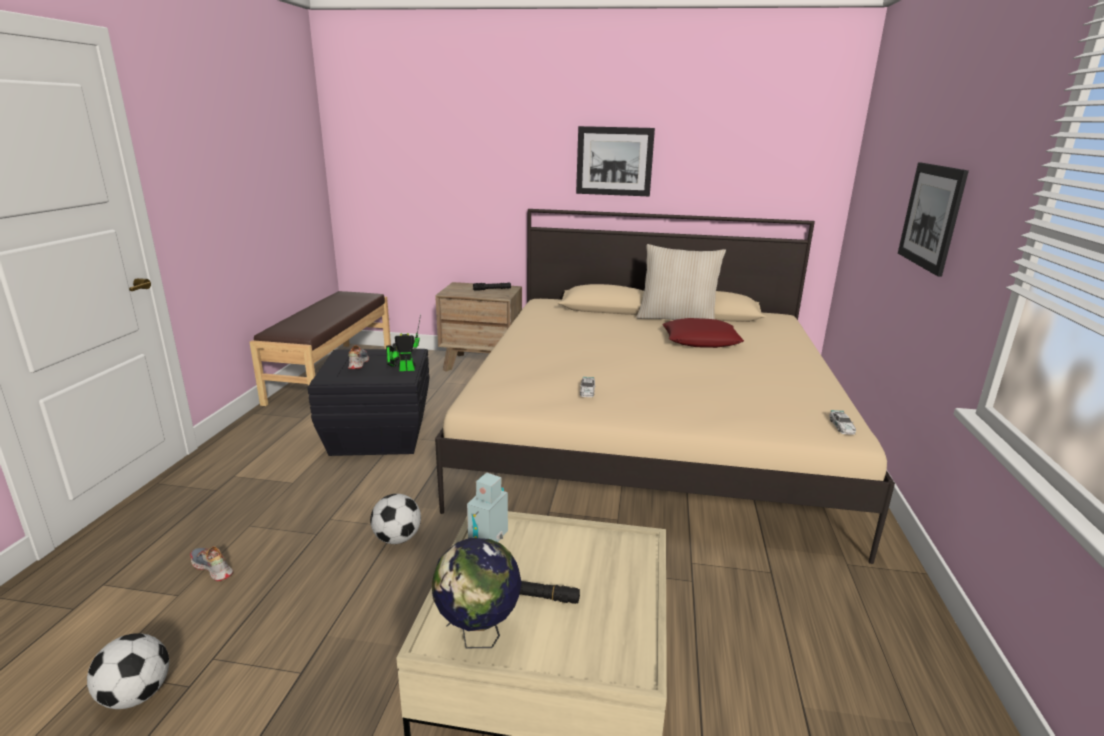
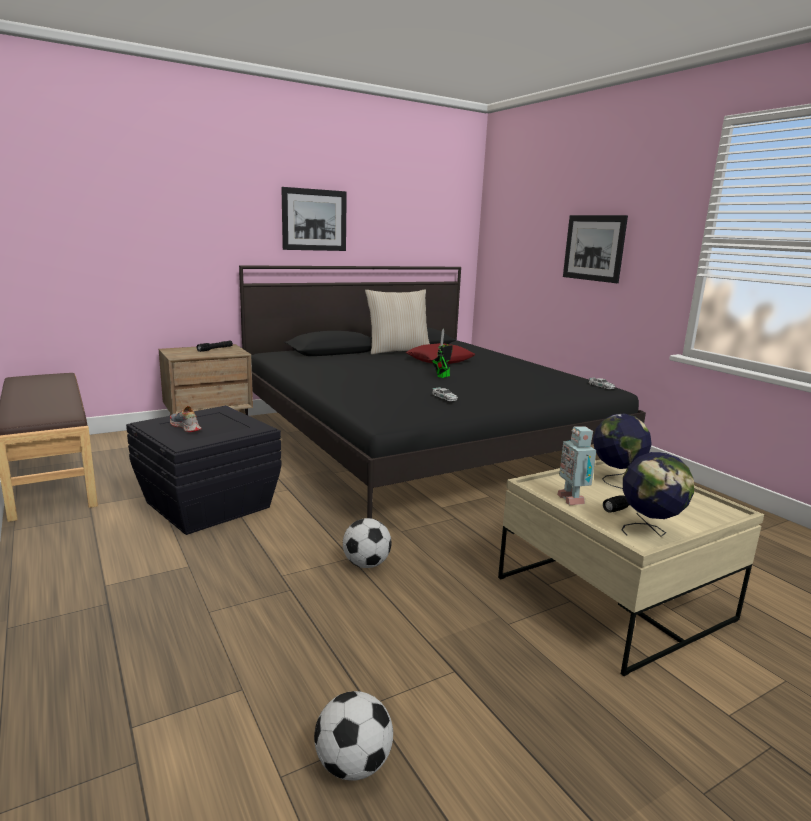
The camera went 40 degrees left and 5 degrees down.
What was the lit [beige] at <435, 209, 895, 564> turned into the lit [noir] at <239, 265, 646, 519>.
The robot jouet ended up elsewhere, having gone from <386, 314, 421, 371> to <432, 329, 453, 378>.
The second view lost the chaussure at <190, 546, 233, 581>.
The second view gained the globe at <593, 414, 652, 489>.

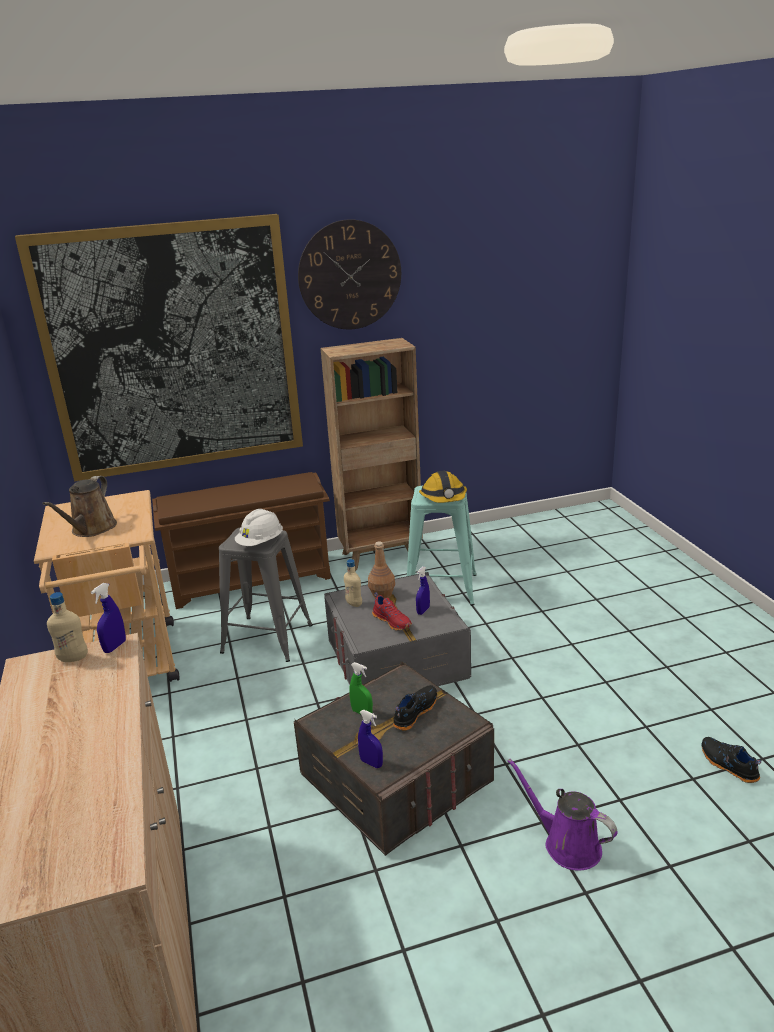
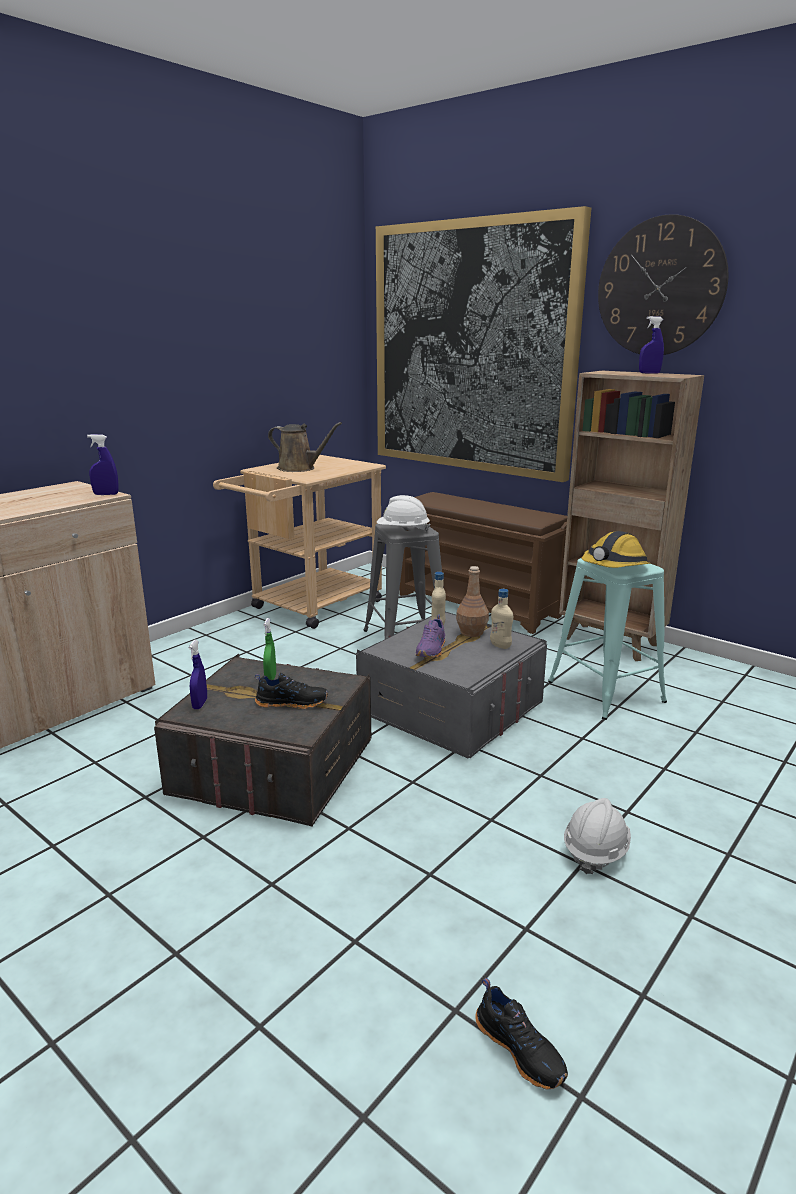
The camera went 55 degrees right and 5 degrees down.
The arrosoir [marron] at <42, 476, 117, 537> ended up facing another way, 135 degrees counterclockwise from before.
The vaporisateur [bleu] ended up elsewhere, having gone from <416, 566, 430, 615> to <639, 316, 664, 374>.
The bouteille [beige] ended up elsewhere, having gone from <47, 592, 88, 662> to <490, 589, 513, 649>.
What was the chaussure [rouge] at <372, 592, 412, 631> turned into the chaussure [violet] at <415, 615, 445, 658>.
The chaussure [noir] at <702, 737, 761, 783> ended up facing another way, 120 degrees clockwise from before.
The second view lost the arrosoir [violet] at <508, 758, 618, 870>.
The second view gained the casque de chantier [blanc] at <564, 798, 631, 874>.

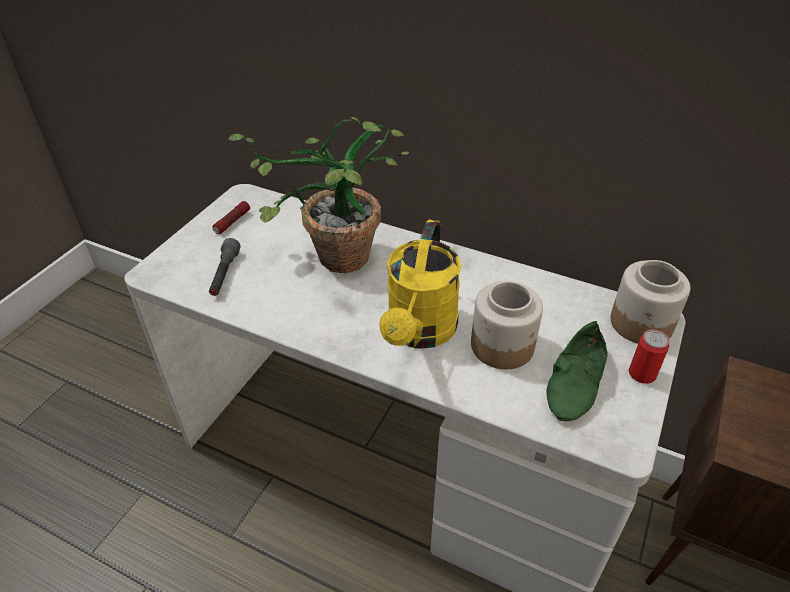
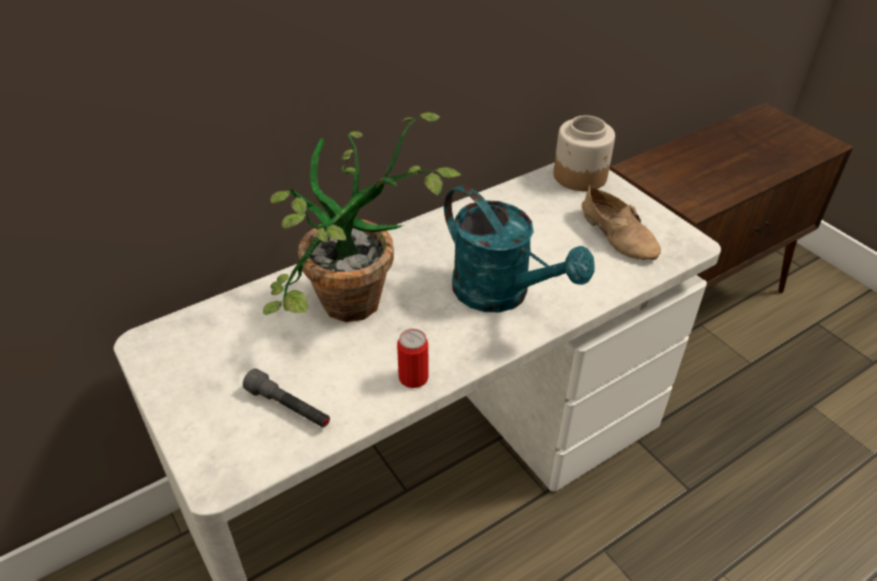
The camera went 60 degrees left and 0 degrees up.
The second view lost the lampe de poche at <213, 201, 250, 234>.
What was the arrosoir [jaune] at <379, 219, 461, 349> turned into the arrosoir [turquoise] at <444, 185, 594, 312>.
The second view lost the bocal at <471, 281, 543, 369>.
What was the chaussure [vert] at <546, 321, 608, 422> turned into the chaussure [beige] at <582, 185, 661, 260>.
The boîte métallique ended up elsewhere, having gone from <629, 330, 669, 384> to <397, 329, 429, 388>.

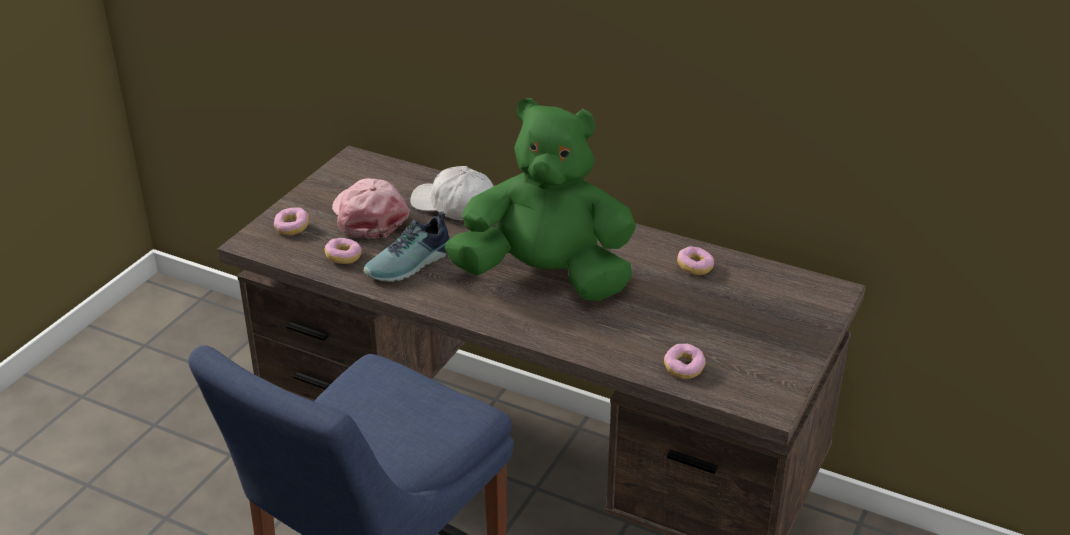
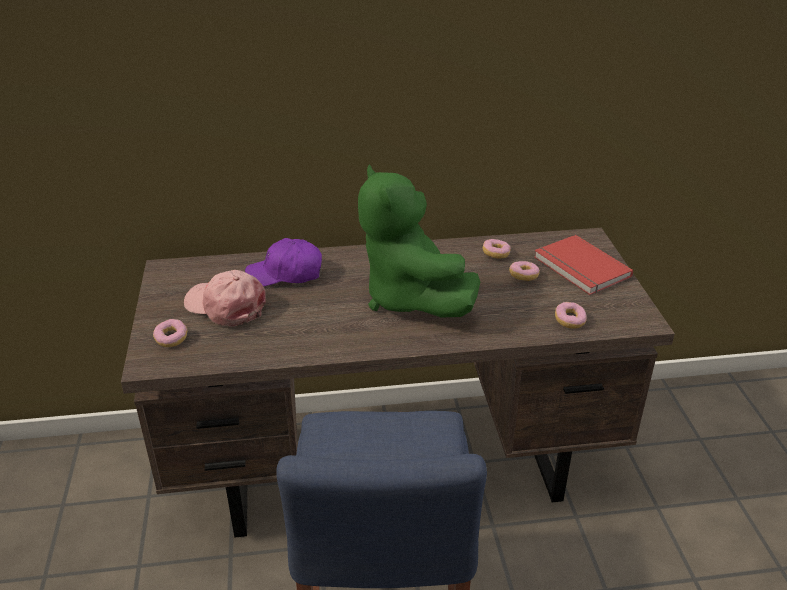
The camera went 35 degrees left and 0 degrees up.
The peluche [vert] at <445, 98, 636, 301> ended up facing another way, 90 degrees counterclockwise from before.
What was the casquette [blanc] at <410, 166, 494, 221> turned into the casquette [violet] at <245, 238, 322, 287>.
The second view lost the chaussure at <363, 212, 450, 282>.
The beignet ended up elsewhere, having gone from <325, 238, 362, 264> to <509, 261, 540, 281>.
The second view gained the livre [rouge] at <534, 235, 633, 295>.

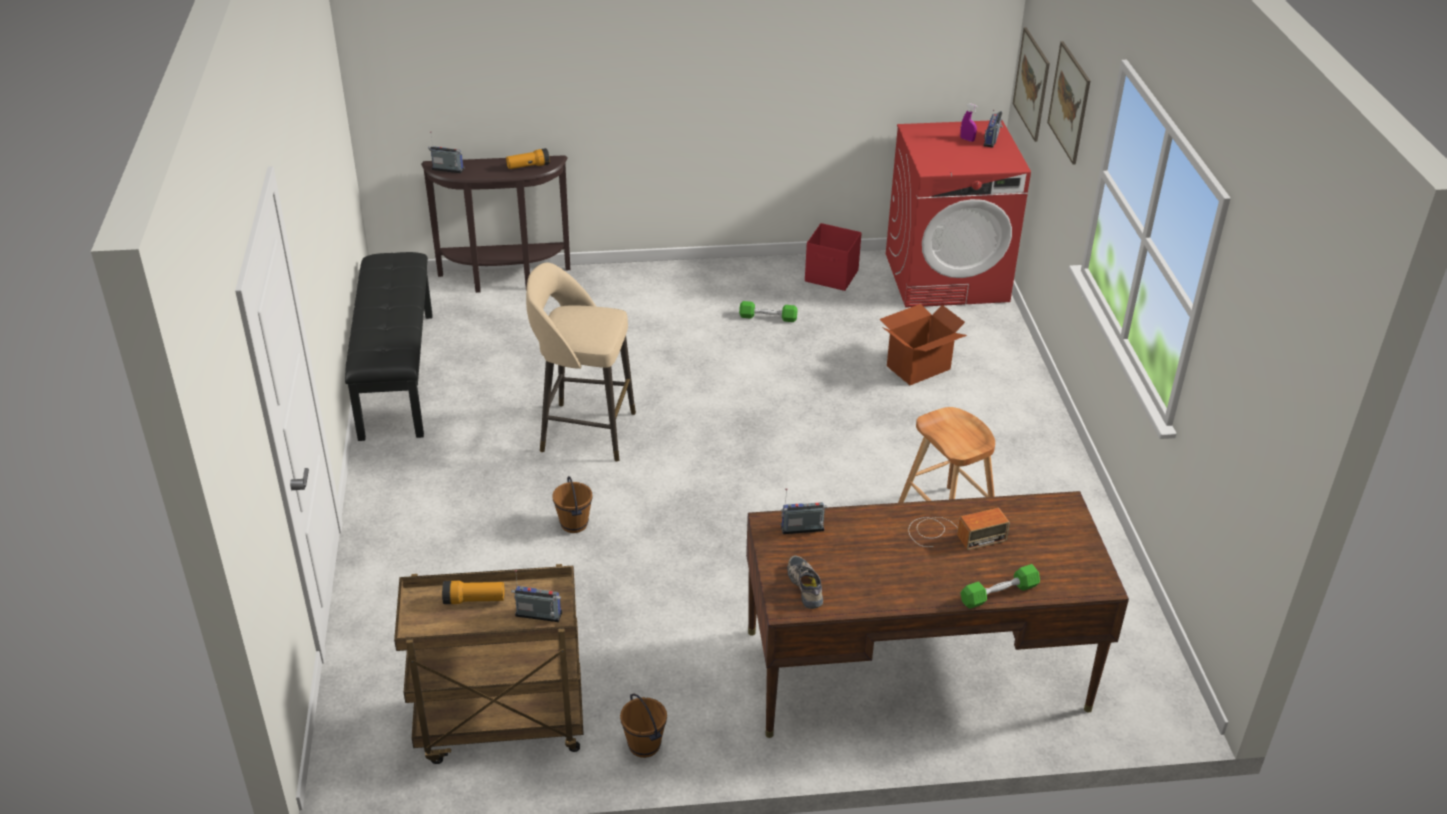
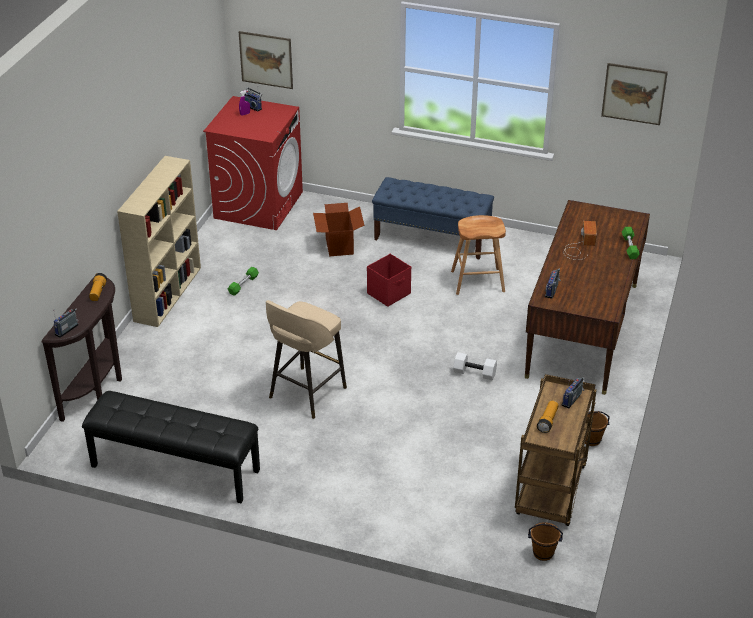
The camera went 65 degrees left and 0 degrees up.
The tableau ended up elsewhere, having gone from <1047, 41, 1090, 165> to <601, 63, 668, 125>.
The boîte de rangement [rouge] ended up elsewhere, having gone from <805, 223, 862, 291> to <367, 254, 411, 307>.
The seau [marron] ended up elsewhere, having gone from <552, 476, 593, 533> to <528, 522, 563, 561>.
The second view lost the chaussure at <787, 555, 823, 609>.
The second view gained the bibliothèque [beige] at <117, 156, 201, 327>.
The second view gained the banc [bleu] at <372, 177, 494, 260>.
The second view gained the haltère [blanc] at <453, 352, 497, 381>.

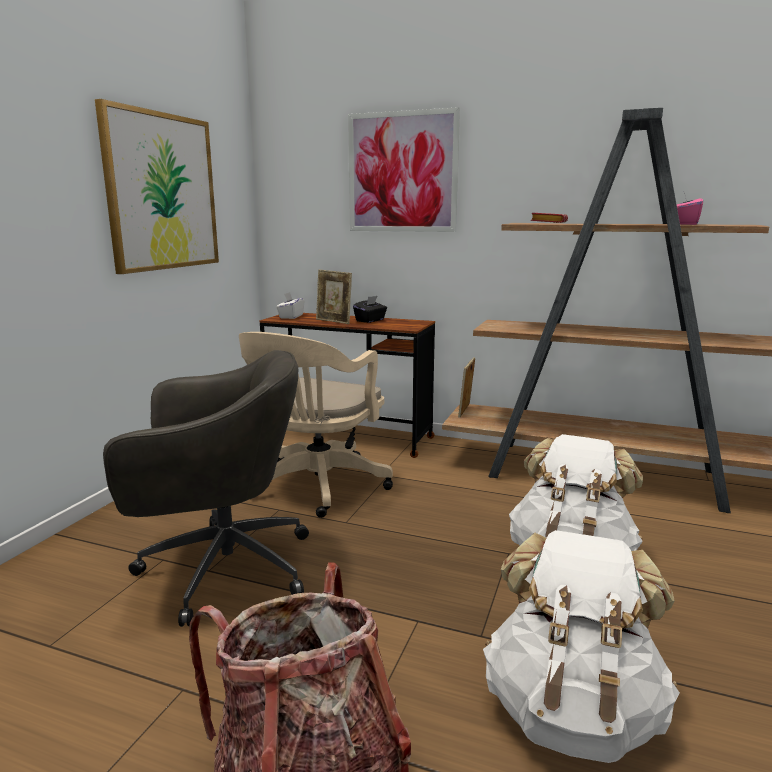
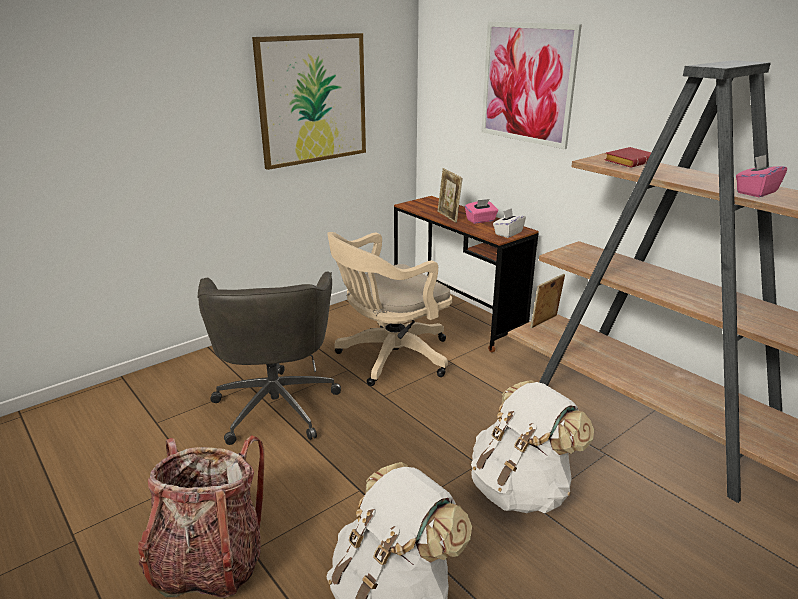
The camera went 30 degrees right and 10 degrees up.
The boîte à mouchoirs [blanc] ended up elsewhere, having gone from <276, 292, 305, 319> to <493, 208, 526, 238>.
What was the boîte à mouchoirs [noir] at <353, 296, 387, 323> turned into the boîte à mouchoirs [rose] at <465, 199, 498, 224>.
The chaise de bureau [gris] at <103, 350, 309, 627> ended up facing another way, 60 degrees clockwise from before.

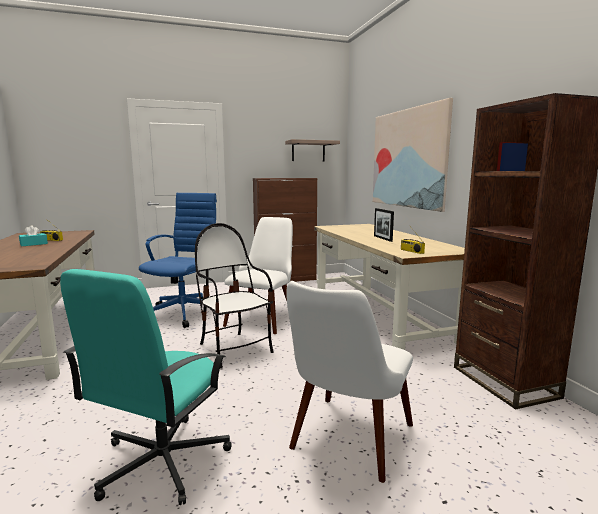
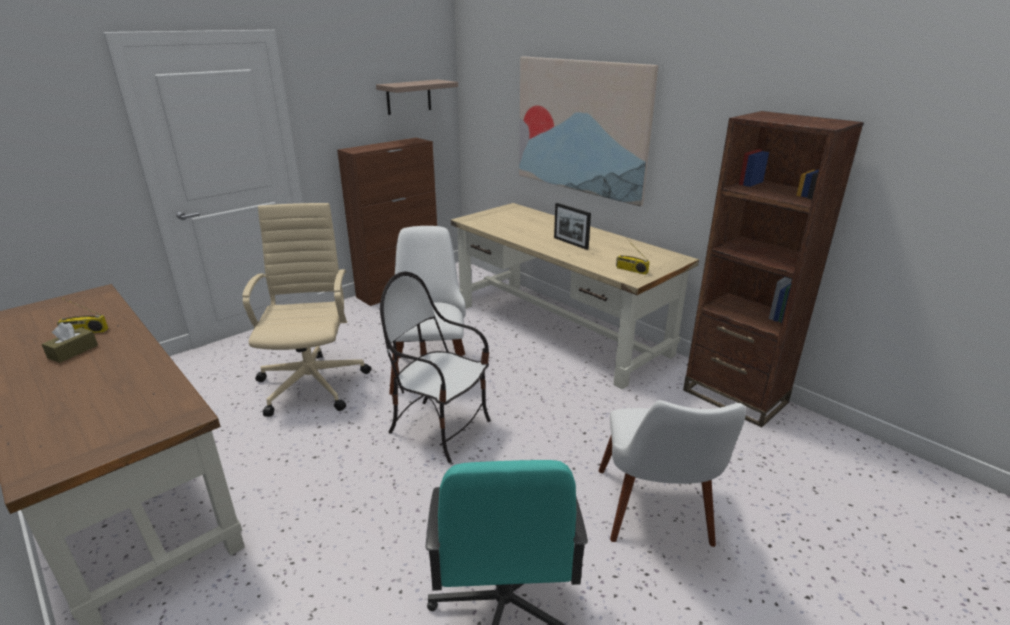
The camera went 25 degrees left and 15 degrees up.
What was the chaise de bureau [bleu] at <139, 193, 217, 328> turned into the chaise de bureau [beige] at <242, 203, 371, 417>.
What was the boîte à mouchoirs [turquoise] at <19, 225, 48, 246> turned into the boîte à mouchoirs [marron] at <42, 322, 98, 363>.

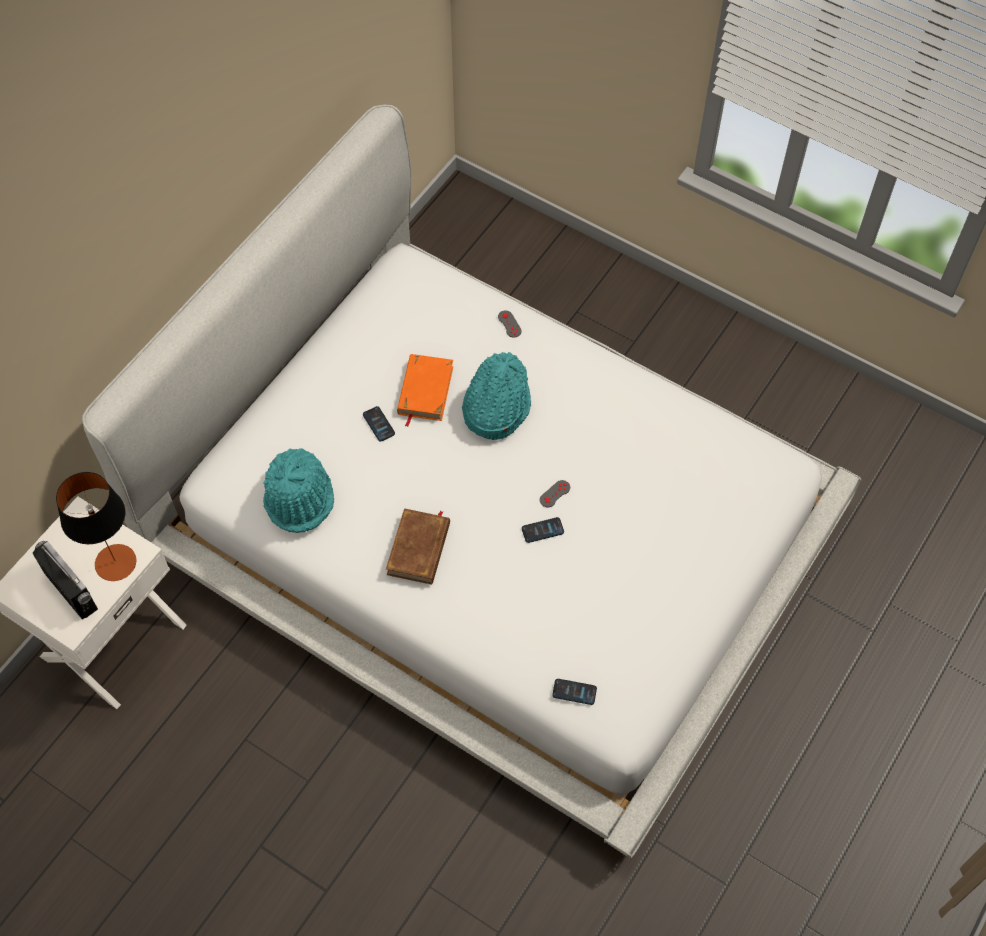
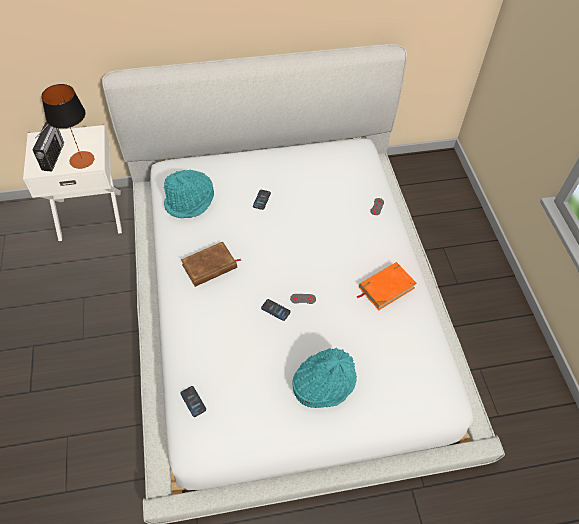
The camera went 45 degrees right and 5 degrees down.
The chapeau [turquoise] ended up elsewhere, having gone from <462, 352, 531, 440> to <292, 348, 357, 408>.
The livre [orange] ended up elsewhere, having gone from <397, 354, 453, 427> to <356, 262, 417, 310>.

